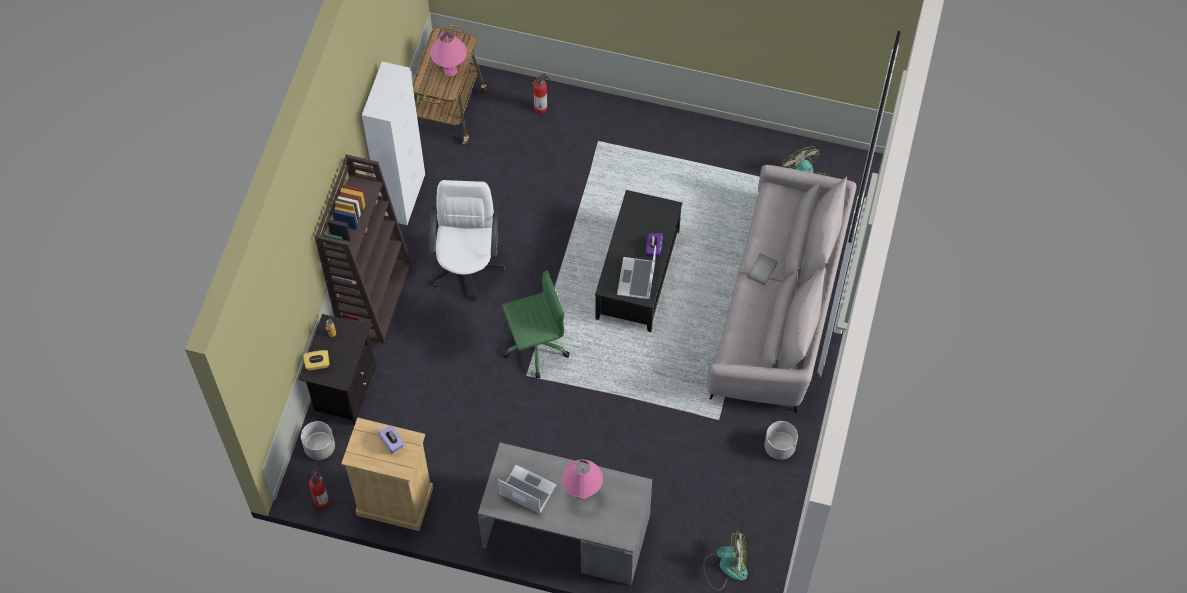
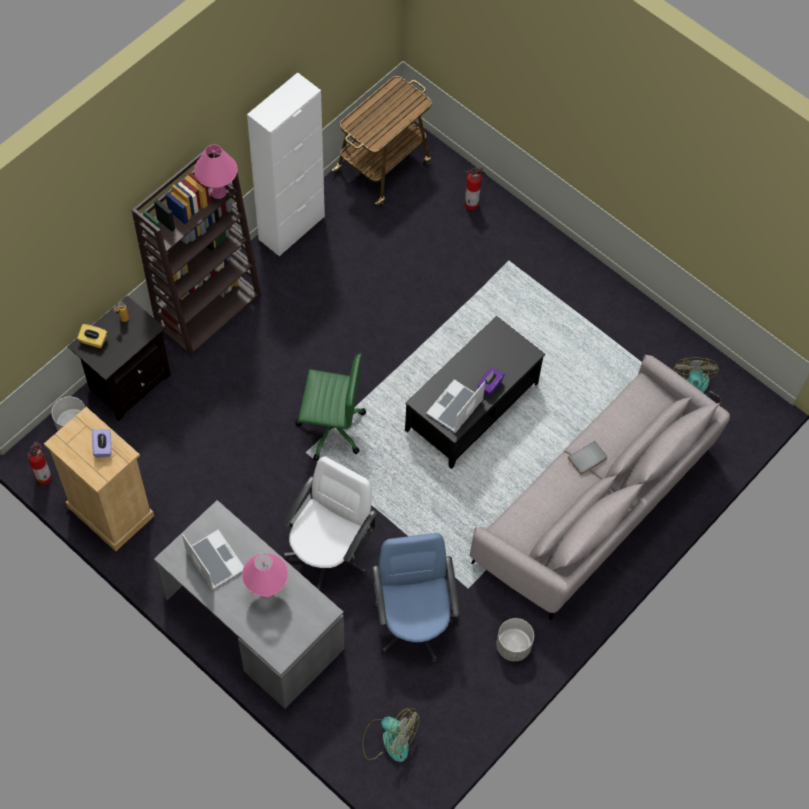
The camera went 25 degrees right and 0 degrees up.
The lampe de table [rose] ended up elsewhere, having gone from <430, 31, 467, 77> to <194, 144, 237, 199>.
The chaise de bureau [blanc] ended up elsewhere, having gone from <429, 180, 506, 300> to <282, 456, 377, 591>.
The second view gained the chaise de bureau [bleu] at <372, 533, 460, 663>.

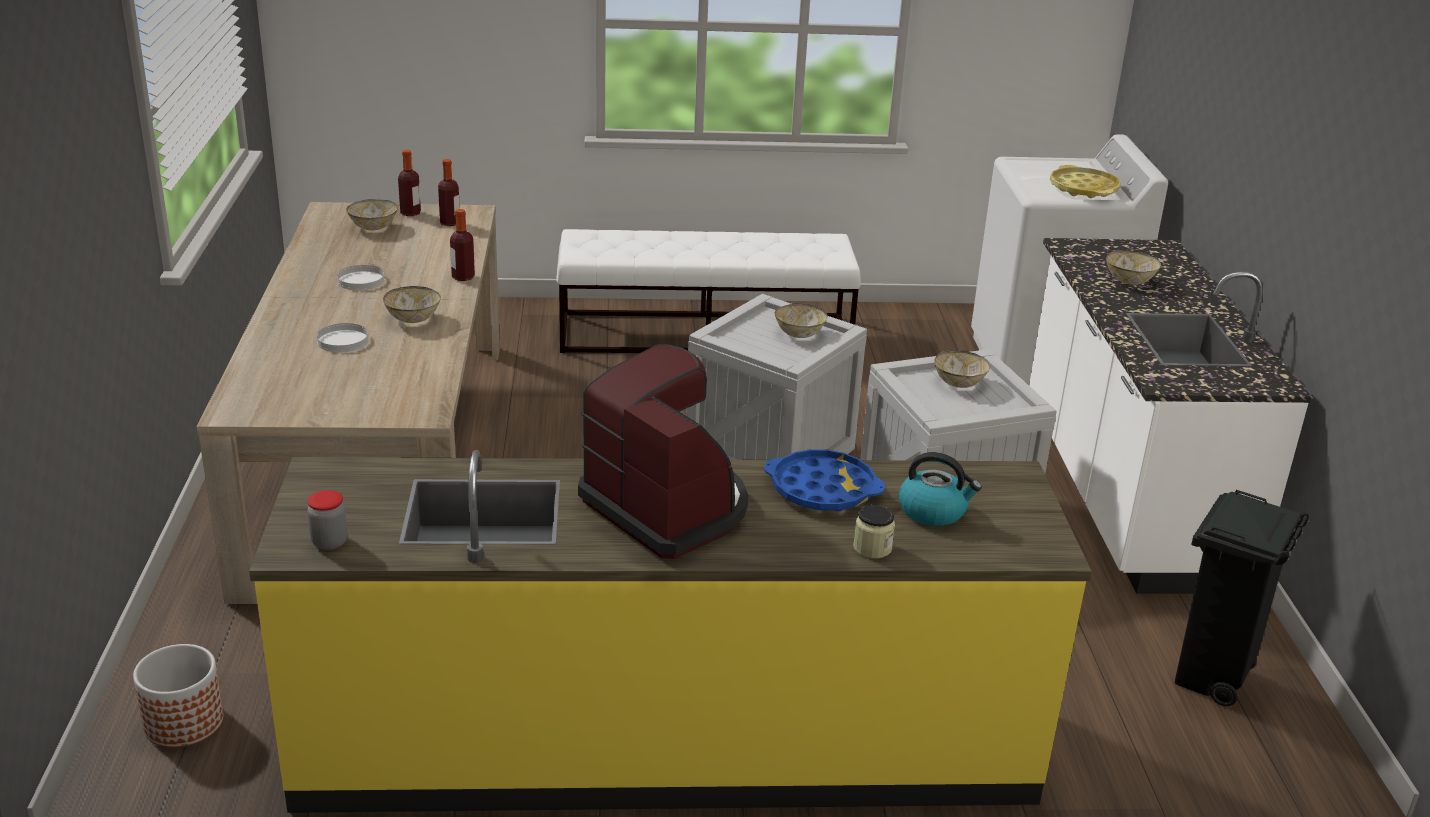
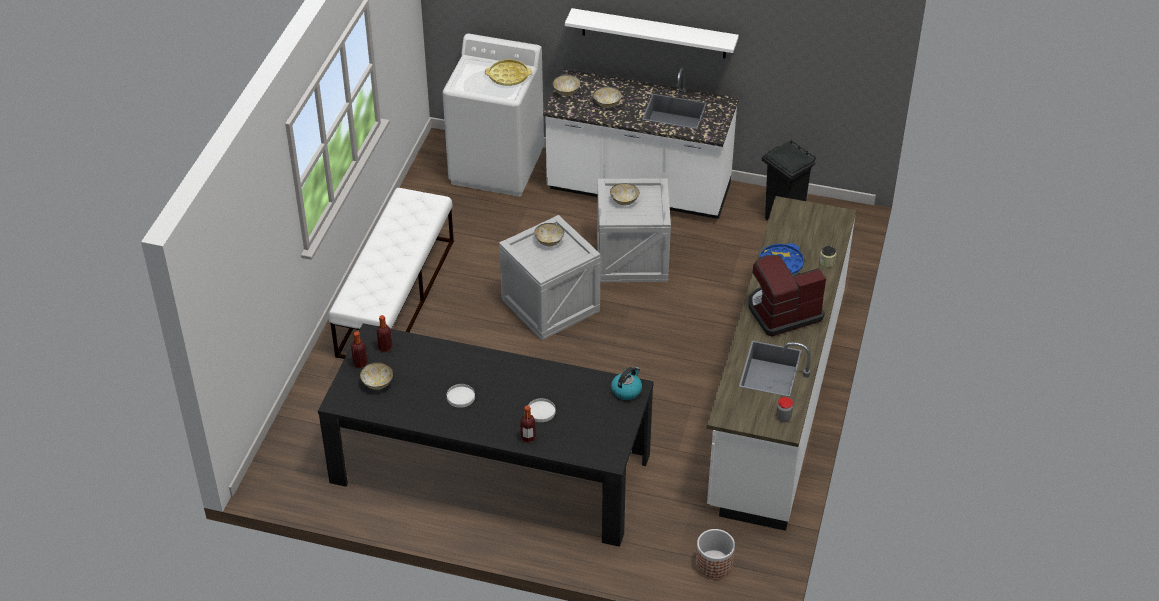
The camera went 70 degrees left and 15 degrees up.
What was the table à manger [beige] at <197, 202, 500, 604> turned into the table à manger [noir] at <318, 323, 654, 547>.
The bouteille ended up elsewhere, having gone from <450, 209, 475, 281> to <520, 405, 536, 443>.
The bol ended up elsewhere, having gone from <383, 286, 441, 323> to <552, 75, 581, 96>.
What was the comptoir de cuisine [jaune] at <249, 450, 1092, 813> turned into the comptoir de cuisine [blanc] at <707, 196, 856, 531>.
The bouilloire ended up elsewhere, having gone from <899, 452, 982, 526> to <611, 367, 642, 400>.
The second view gained the étagère [blanc] at <565, 8, 739, 58>.

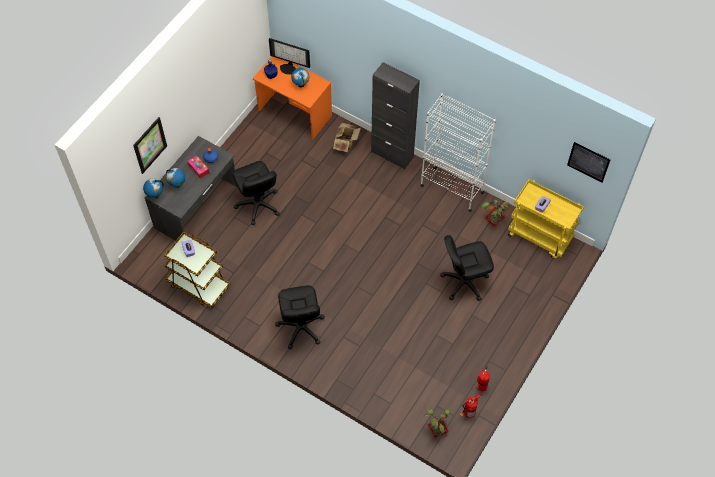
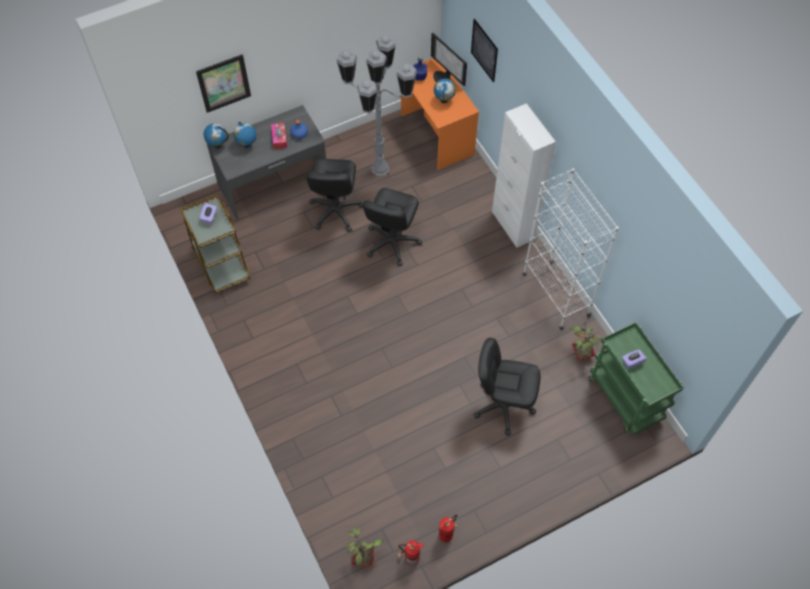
The camera went 30 degrees right and 0 degrees up.
What was the meuble de rangement [noir] at <371, 62, 420, 170> turned into the meuble de rangement [blanc] at <492, 103, 556, 248>.
The second view lost the carton at <333, 123, 361, 152>.
The tableau ended up elsewhere, having gone from <567, 142, 610, 183> to <471, 19, 498, 82>.
What was the chariot [jaune] at <508, 179, 584, 259> turned into the chariot [vert] at <589, 322, 684, 435>.
The chaise de bureau [noir] ended up elsewhere, having gone from <275, 285, 325, 349> to <362, 188, 422, 266>.
The second view gained the lampadaire [gris] at <336, 35, 417, 176>.

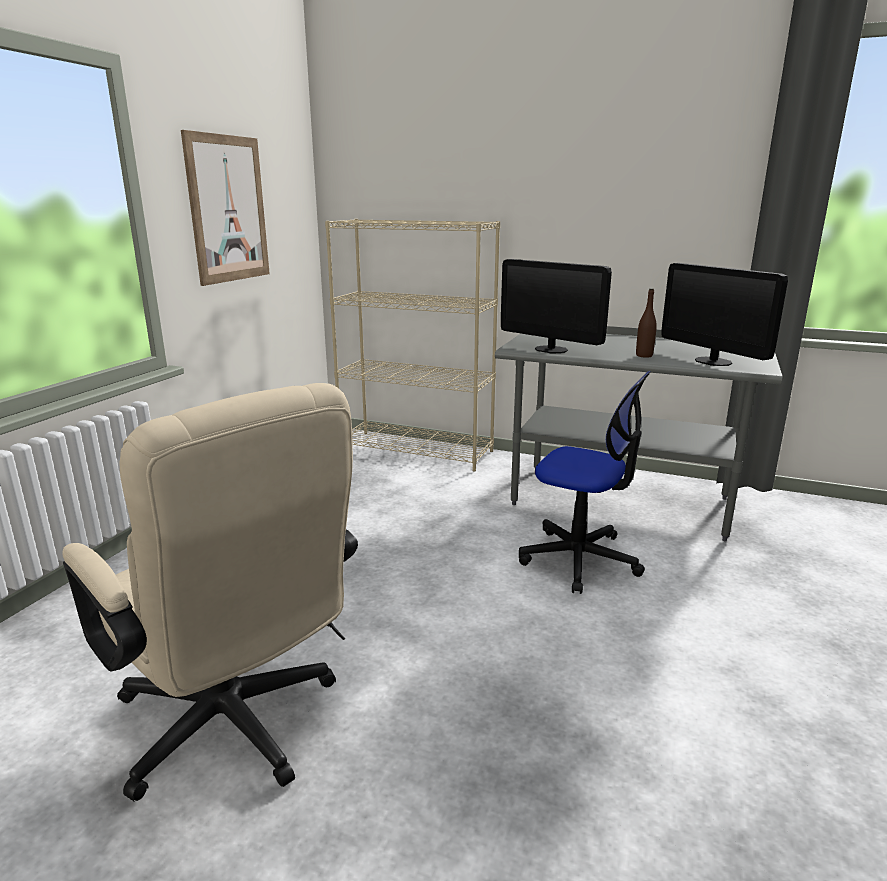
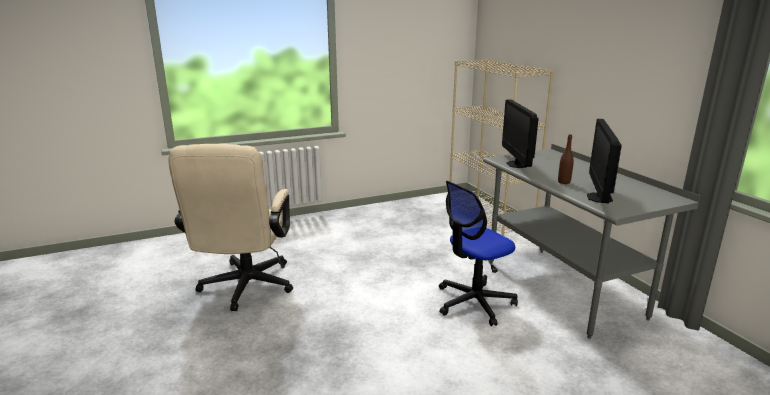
The camera went 45 degrees right and 0 degrees up.
The second view lost the tableau at <181, 130, 270, 286>.
The chaise de bureau at <519, 371, 651, 594> ended up facing another way, 75 degrees clockwise from before.

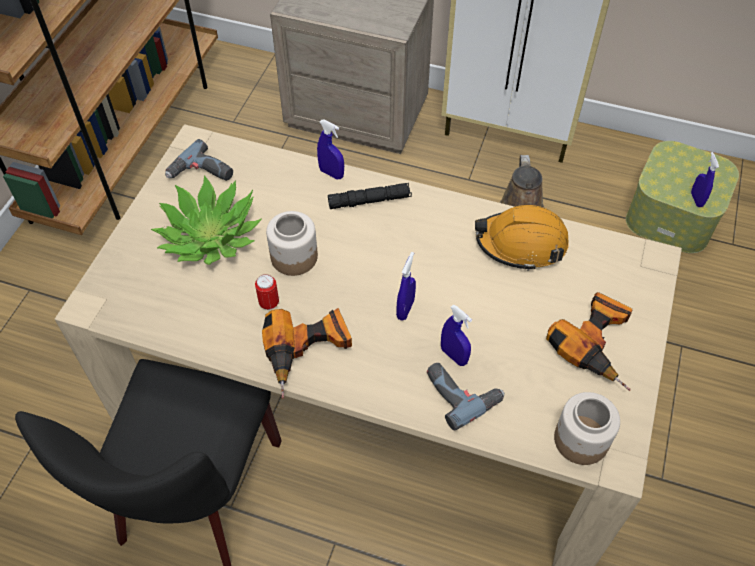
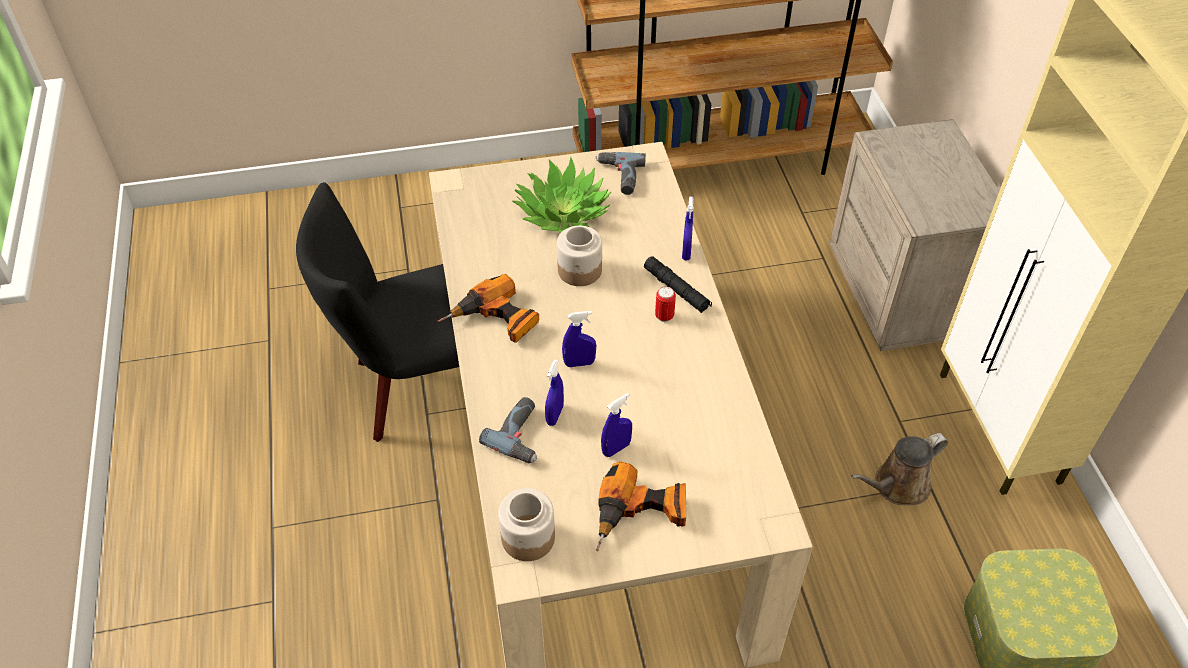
The camera went 60 degrees right and 5 degrees down.
The vaporisateur [bleu] ended up elsewhere, having gone from <691, 152, 719, 207> to <601, 393, 632, 457>.
The second view lost the casque de chantier [orange] at <475, 205, 569, 271>.
The boîte métallique ended up elsewhere, having gone from <255, 274, 279, 310> to <655, 287, 676, 322>.

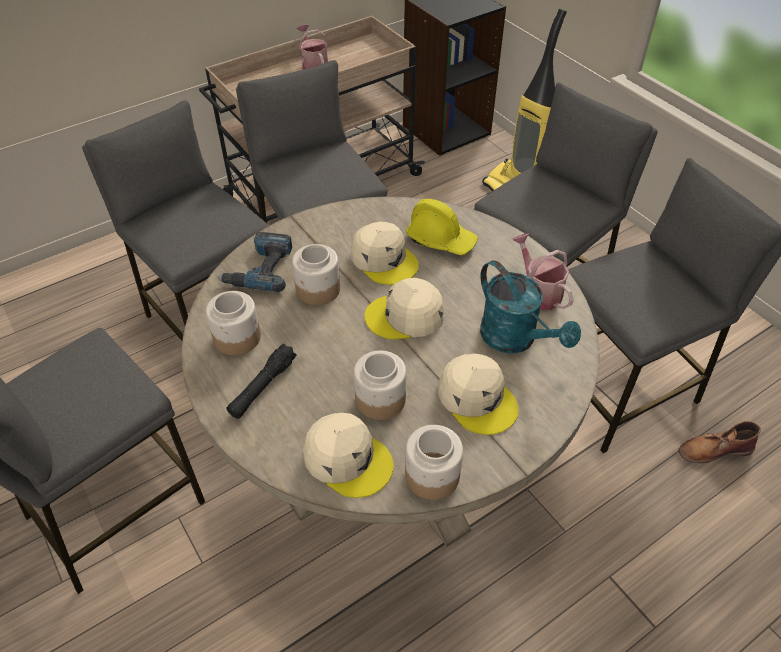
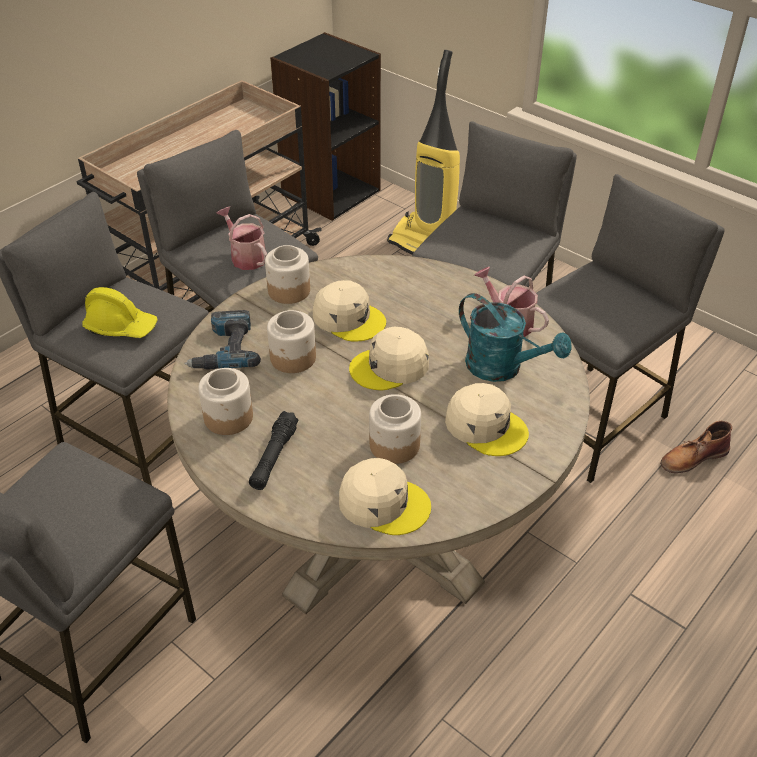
The camera went 15 degrees left and 5 degrees down.
The arrosoir ended up elsewhere, having gone from <297, 25, 329, 69> to <217, 207, 267, 270>.
The casque de chantier [jaune] ended up elsewhere, having gone from <406, 199, 478, 255> to <82, 287, 158, 338>.
The bocal ended up elsewhere, having gone from <405, 425, 463, 500> to <265, 245, 310, 304>.

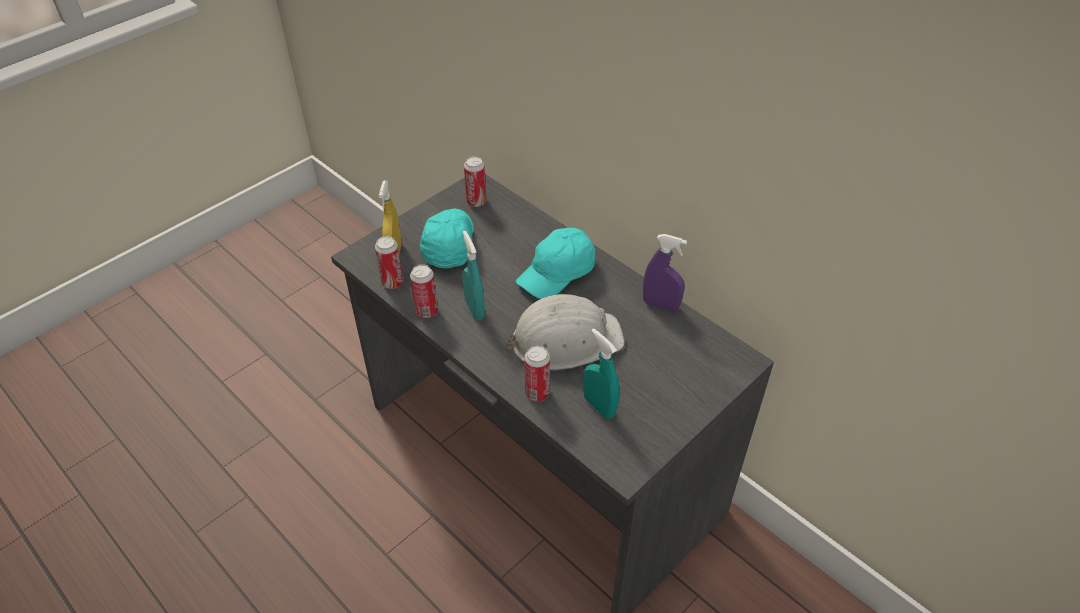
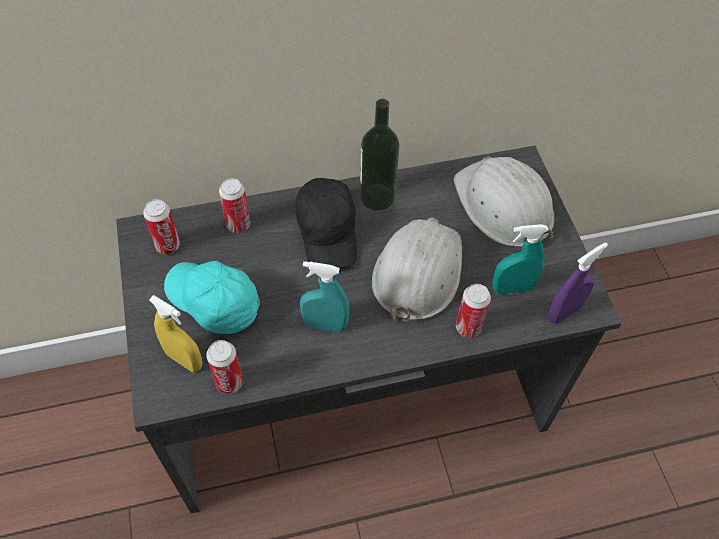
The camera went 60 degrees left and 10 degrees up.
What was the casquette [turquoise] at <516, 228, 596, 299> turned into the casquette [noir] at <295, 178, 357, 268>.
The vaporisateur [violet] ended up elsewhere, having gone from <643, 234, 687, 311> to <548, 242, 608, 324>.
The boîte métallique ended up elsewhere, having gone from <410, 264, 438, 318> to <219, 178, 250, 233>.
The second view gained the bouteille at <360, 99, 399, 210>.
The second view gained the casque de chantier [blanc] at <453, 156, 555, 247>.

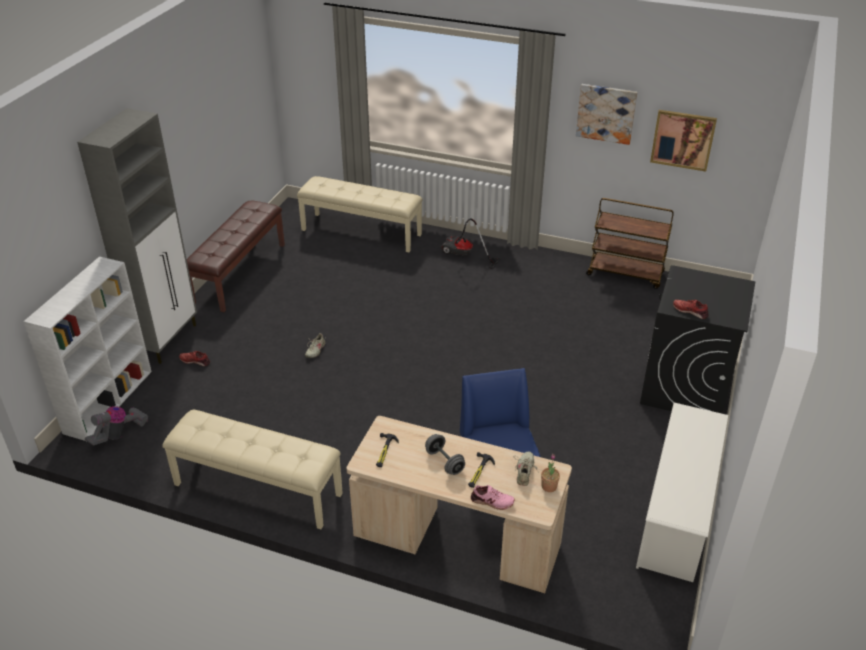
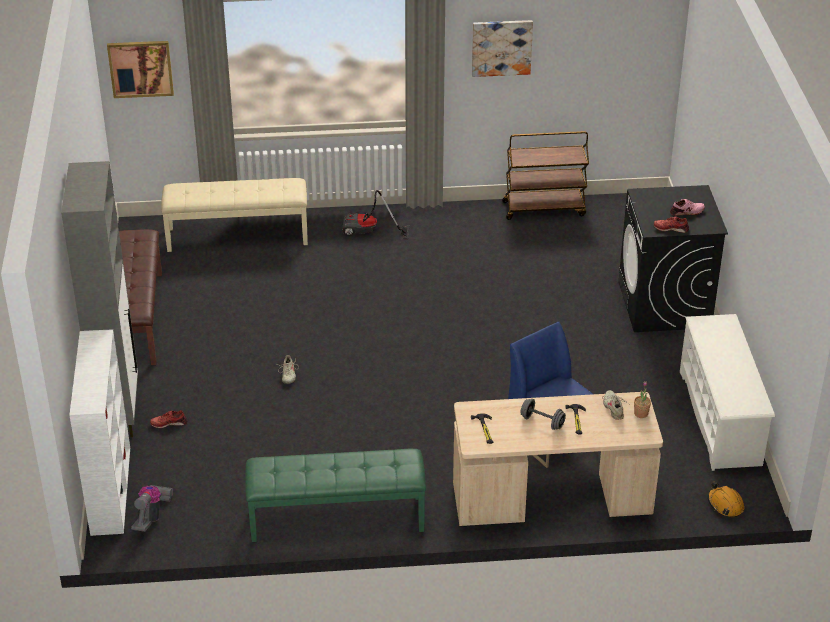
The camera went 25 degrees left and 0 degrees up.
The tableau ended up elsewhere, having gone from <650, 110, 717, 172> to <107, 41, 174, 98>.
What was the banc [beige] at <162, 410, 343, 529> turned into the banc [vert] at <245, 449, 426, 542>.
The chaussure [rose] ended up elsewhere, having gone from <471, 485, 515, 510> to <670, 199, 705, 216>.
The second view gained the casque de chantier [orange] at <708, 482, 744, 518>.

